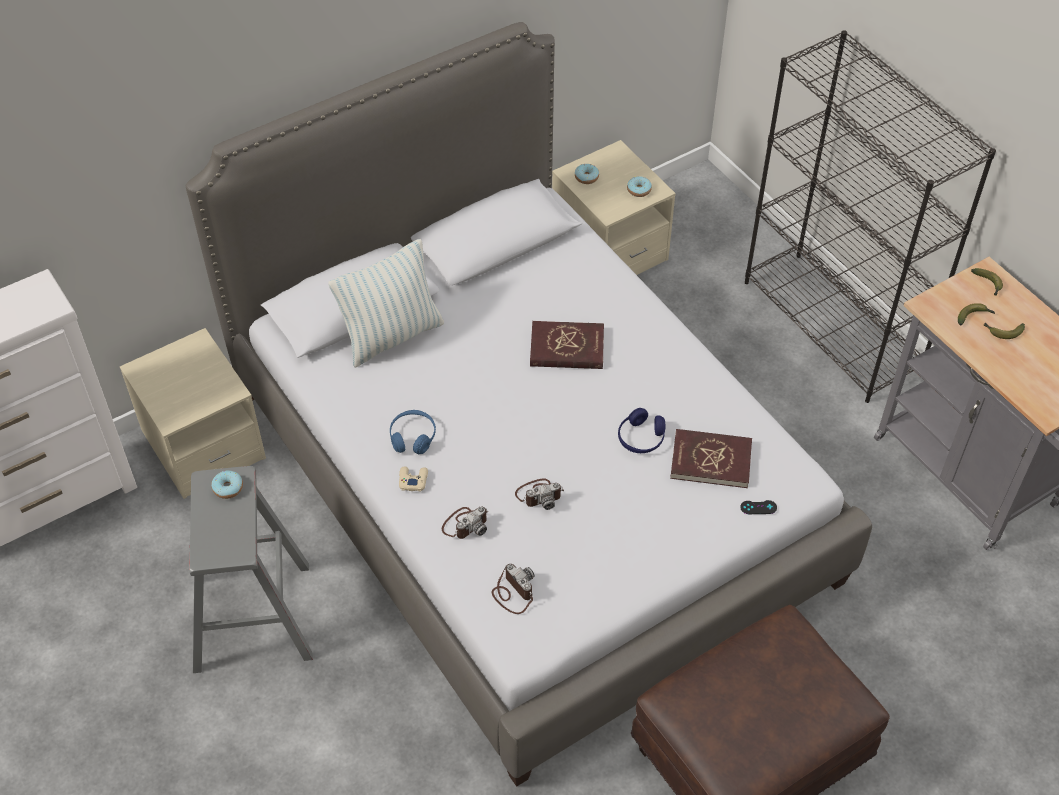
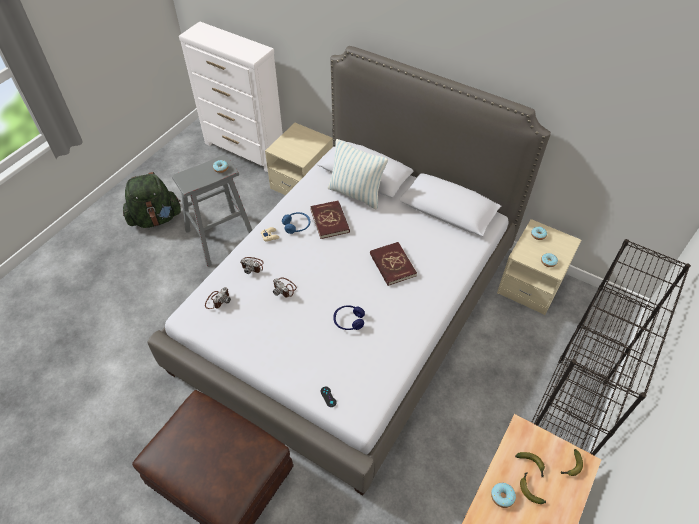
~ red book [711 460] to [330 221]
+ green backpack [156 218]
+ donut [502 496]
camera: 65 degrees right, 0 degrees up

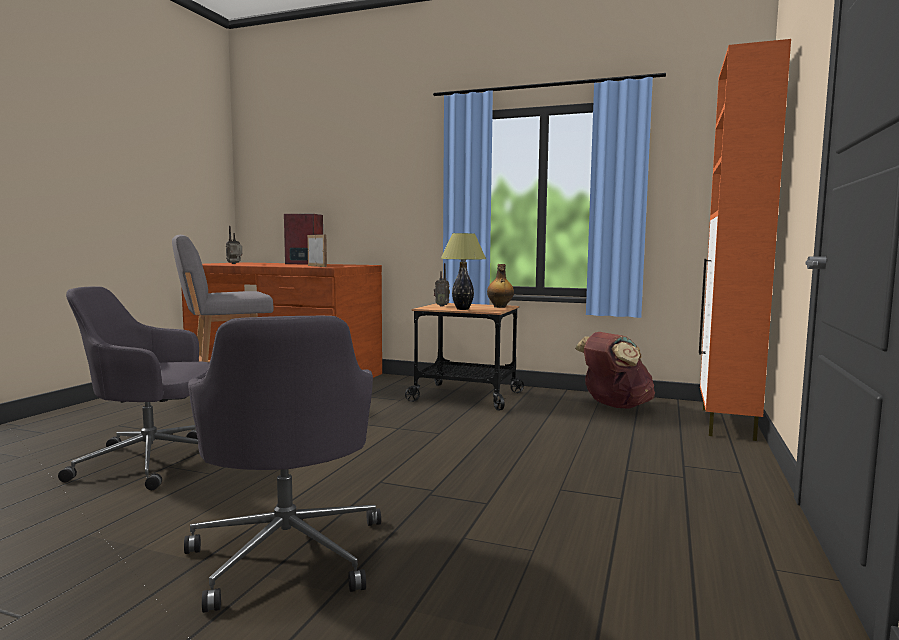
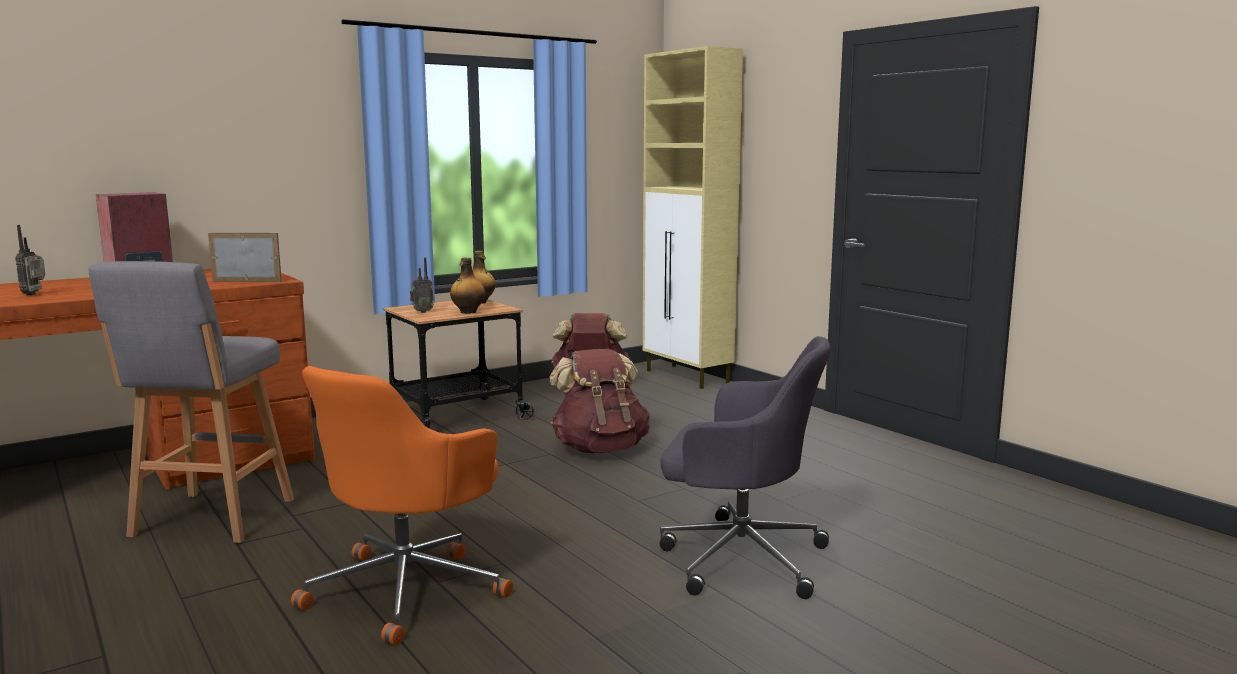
~ grey office chair [152 462] to orange office chair [408 589]
~ table lamp [462 309] to bottle [467 312]
~ orange cabinet [727 424] to beige cabinet [687 377]
+ brown backpack [600 449]
camera: 55 degrees left, 5 degrees up

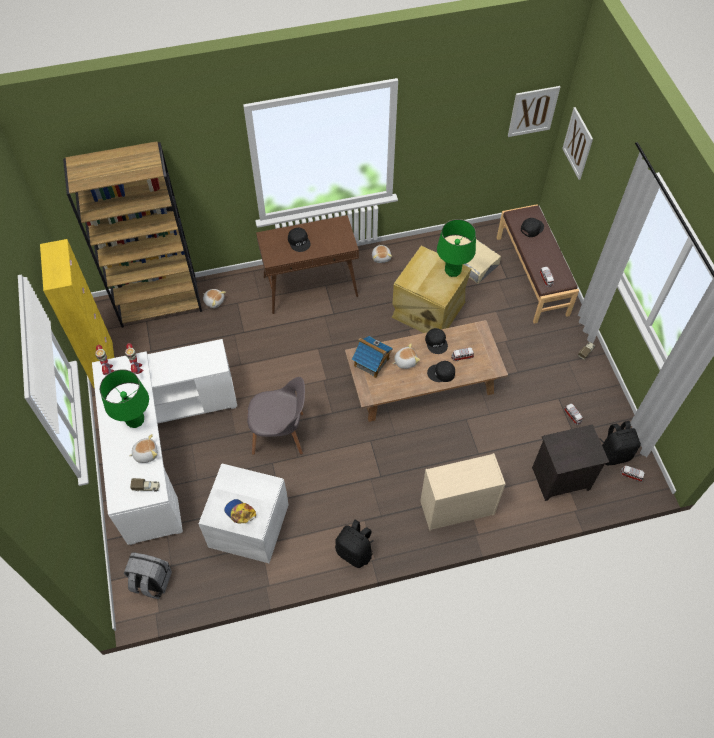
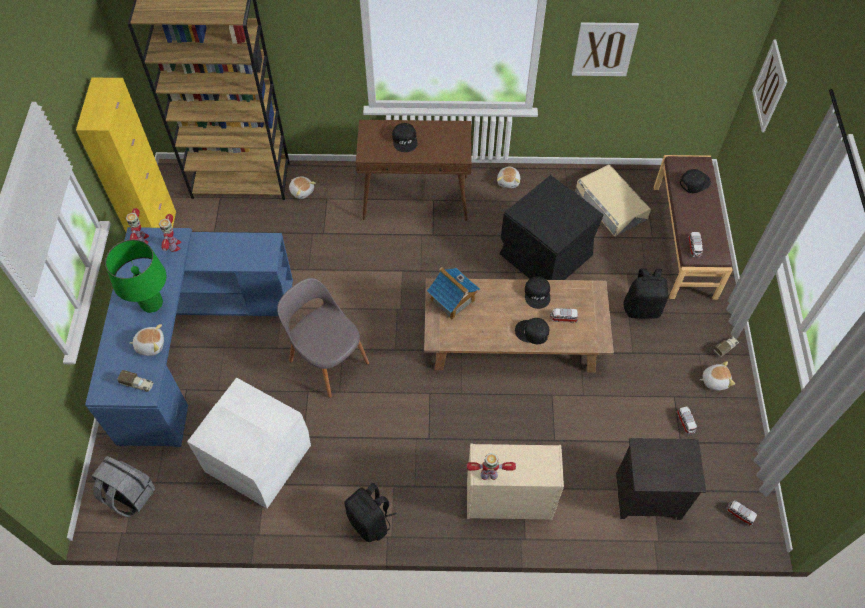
~ white desk [161 447] to blue desk [190 343]
- cap [240 512]
~ grey chair [280 434] = [327 360] 150 degrees counterclockwise
~ beige storage box [427 310] to black storage box [544 254]
~ plush toy [405 361] to [714 380]
- green table lamp [452 271]
~ picture [533 111] to [604 49]
~ black backpack [614 453] to [642 308]
+ toy robot [489 474]
camera: 15 degrees right, 0 degrees up

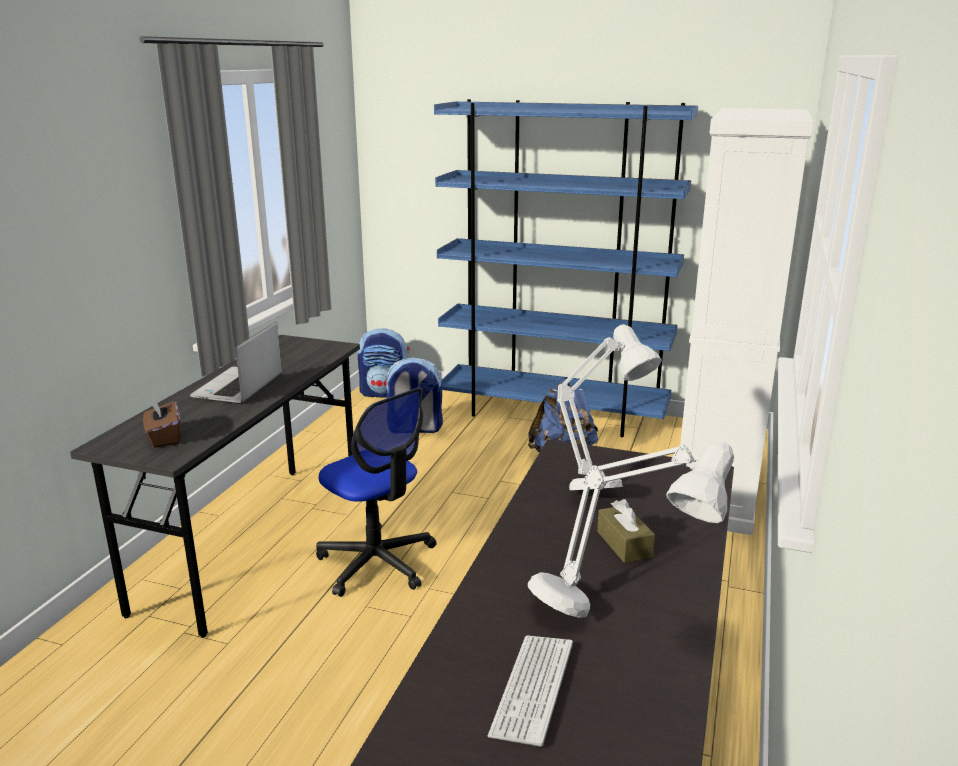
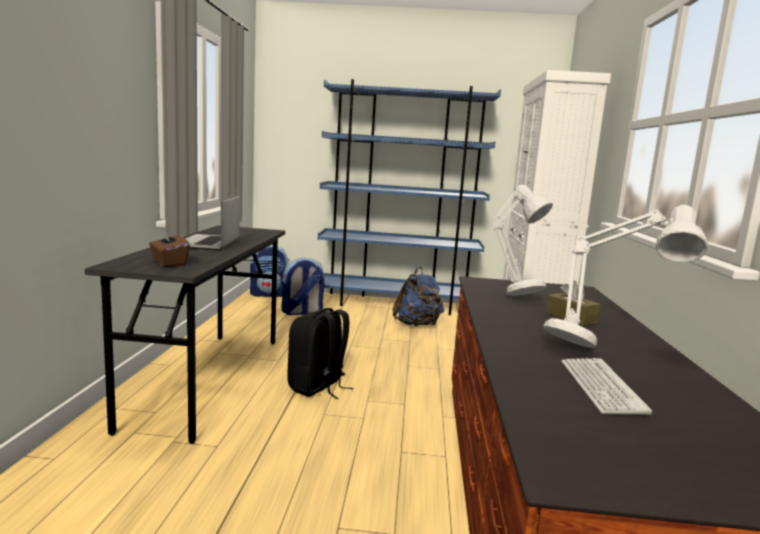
~ office chair [377 562] to black backpack [317 387]
camera: 15 degrees left, 10 degrees down

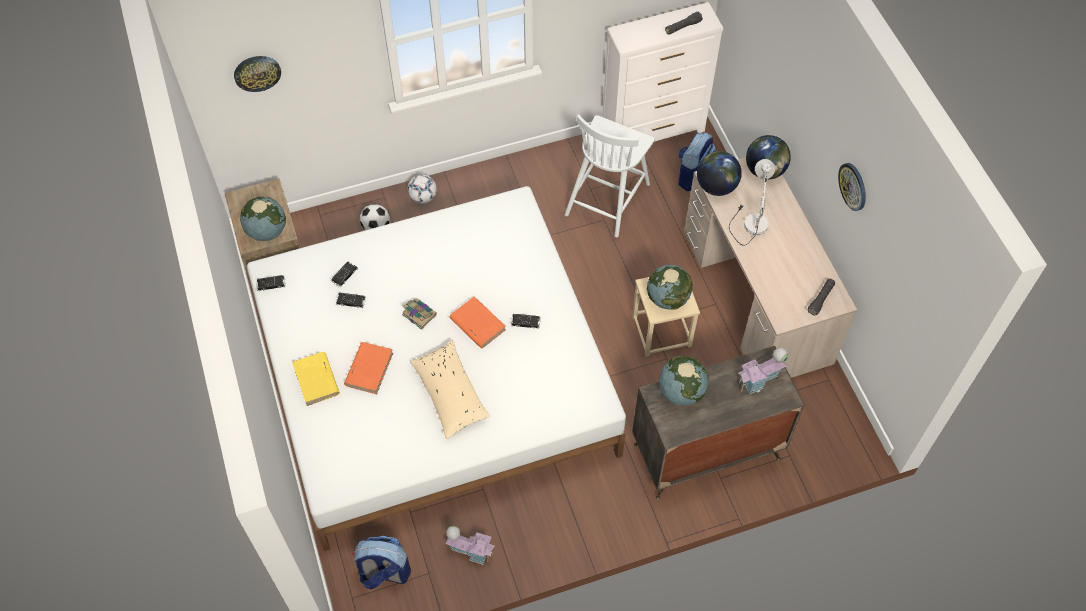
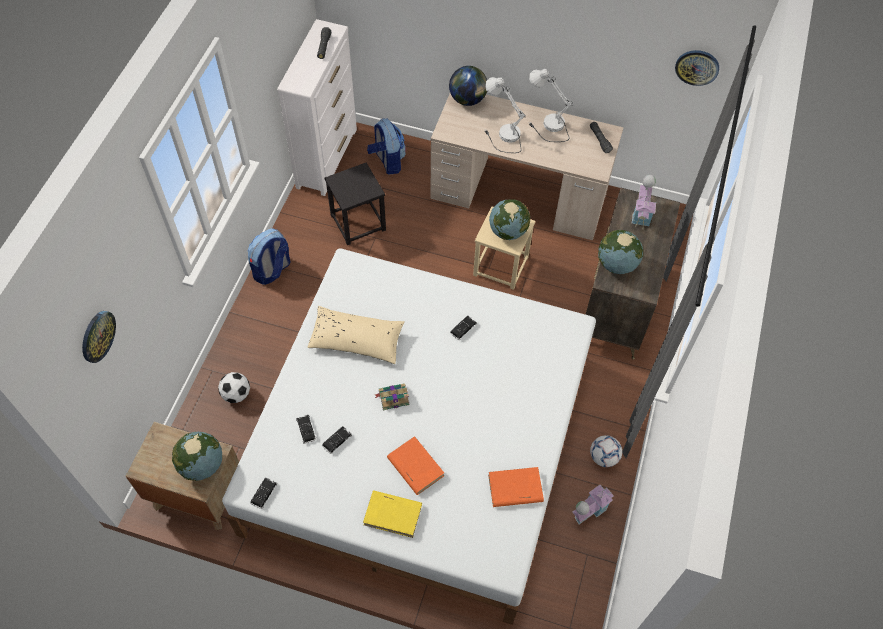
~ backpack [384 573] to [272 271]
~ football [423 197] to [603 457]
~ beige pillow [450 394] to [356 340]
~ orange book [477 324] to [514 488]
~ white chair [607 198] to black stool [358 223]
- globe [716 186]
~ wall clock [853 186] to [697 67]
+ white table lamp [547 126]
camera: 55 degrees left, 0 degrees up

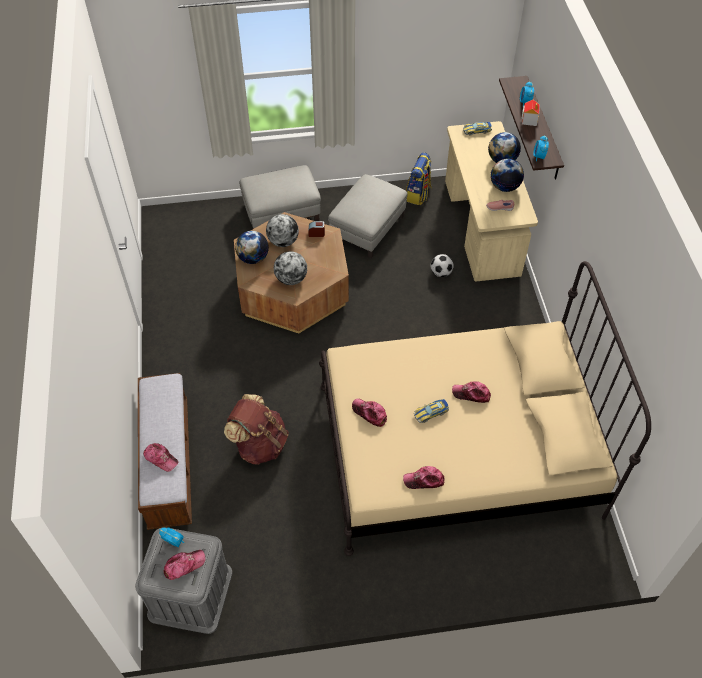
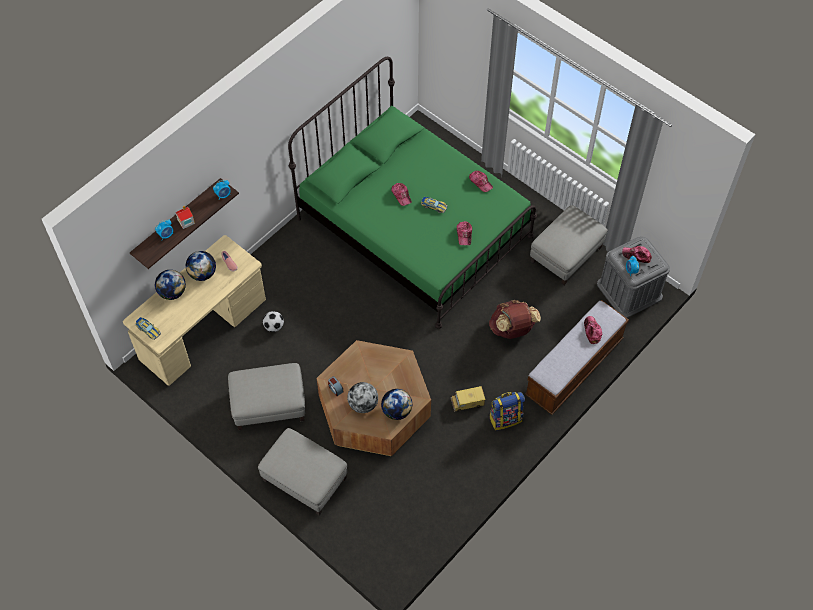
- globe [291 279]
~ beige bed [457 449] to green bed [414 227]
~ backpack [418 194] to [505 418]
+ toy truck [467 402]
+ grey ottoman [566 254]
camera: 130 degrees left, 5 degrees up

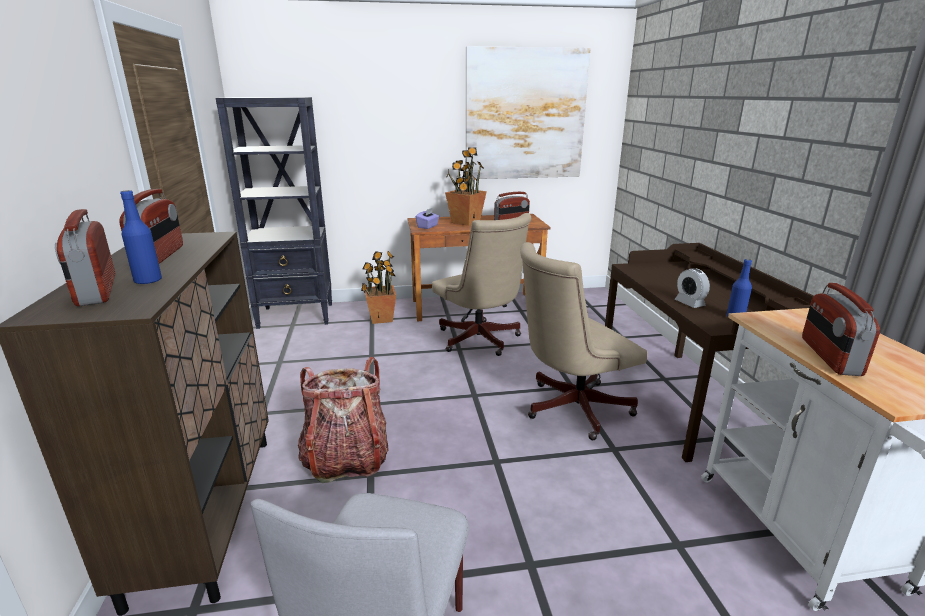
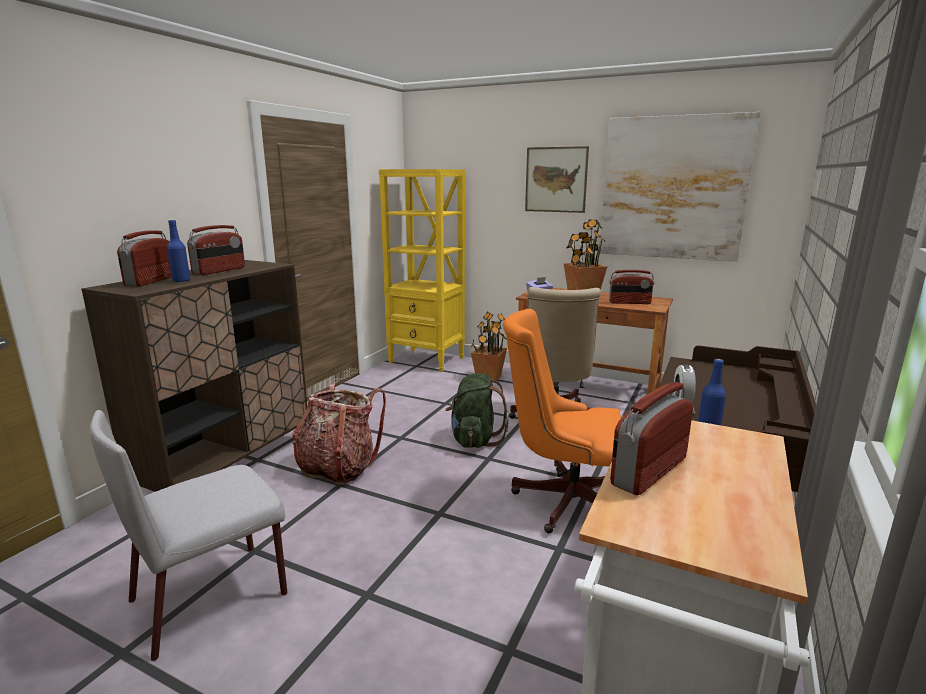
~ black bookcase [297 316] to yellow bookcase [427 360]
~ beige office chair [570 408] to orange office chair [563 500]
+ green backpack [474 440]
+ picture [556 179]
camera: 35 degrees right, 5 degrees down

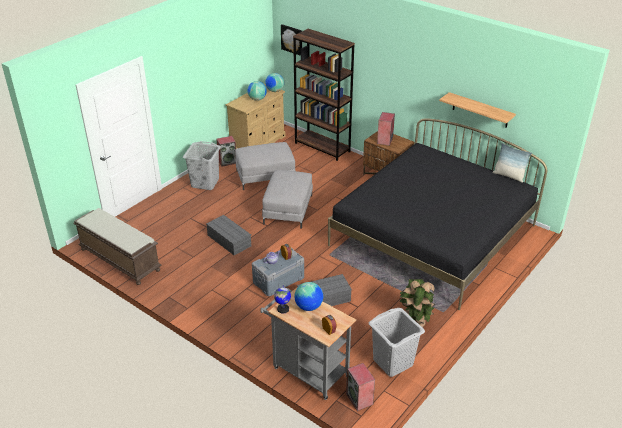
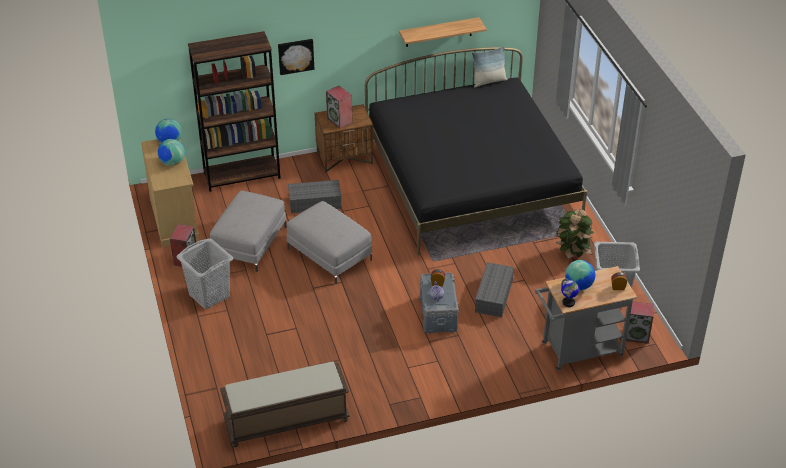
~ grey storage box [228 240] to [314 203]
~ picture [292 39] to [295 56]
camera: 55 degrees left, 5 degrees up

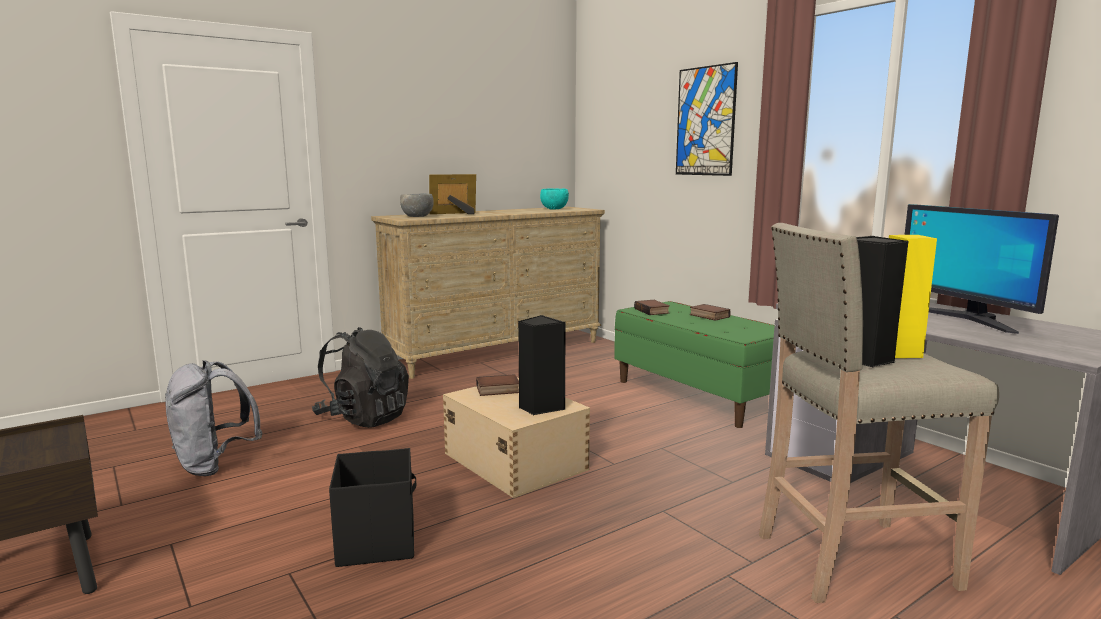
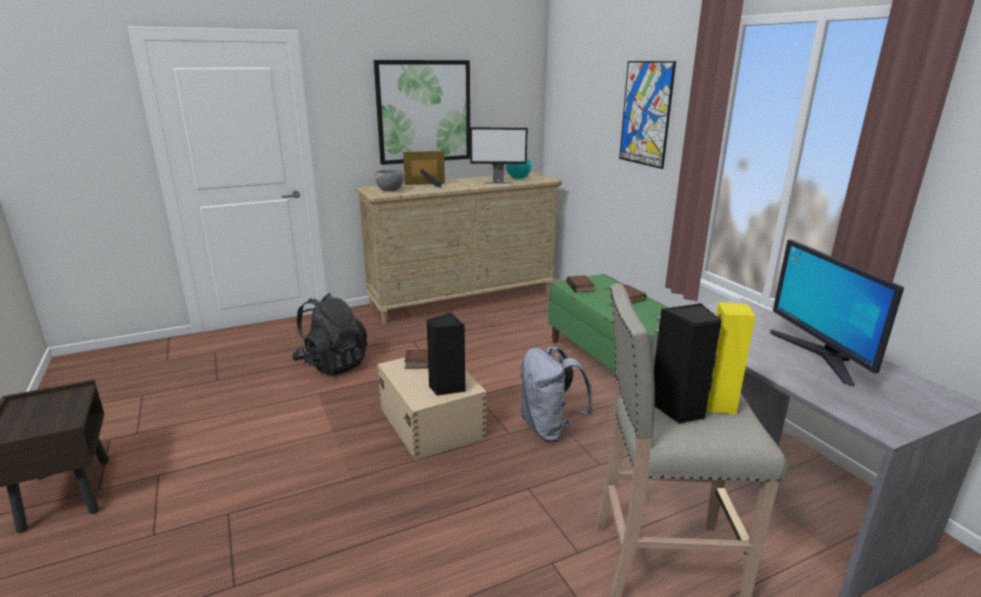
~ grey backpack [214 465] to [550 428]
- black storage box [377 541]
+ picture [424 112]
+ monitor [498 183]
camera: 10 degrees right, 10 degrees up

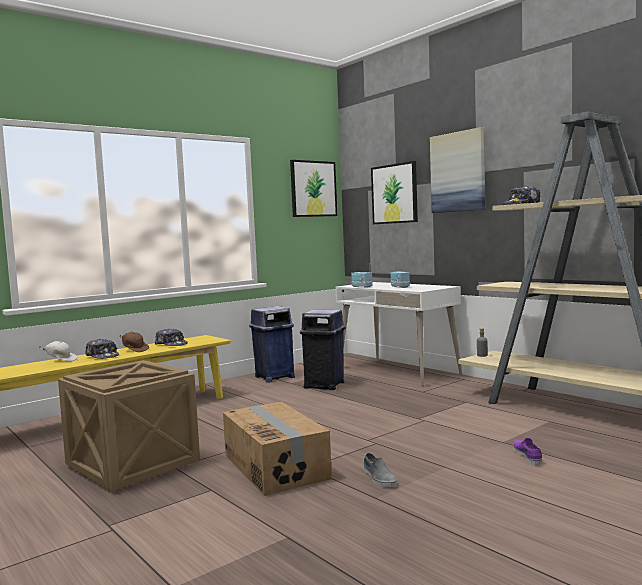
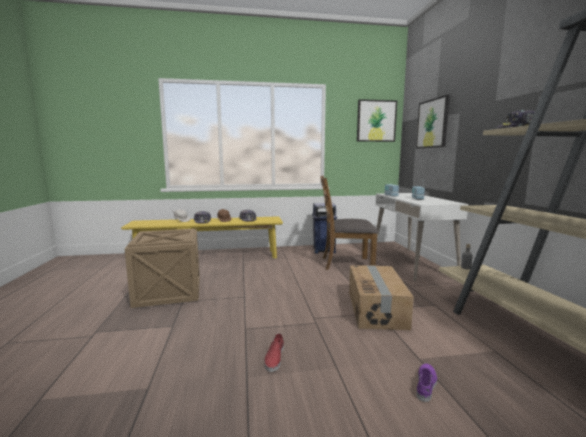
~ cardboard box [276 466] to [376 309]
~ blue trash can [325 385] to brown chair [346 263]
~ grey shoe [379 478] to red shoe [274 358]
- picture [458 172]
camera: 30 degrees right, 5 degrees up

